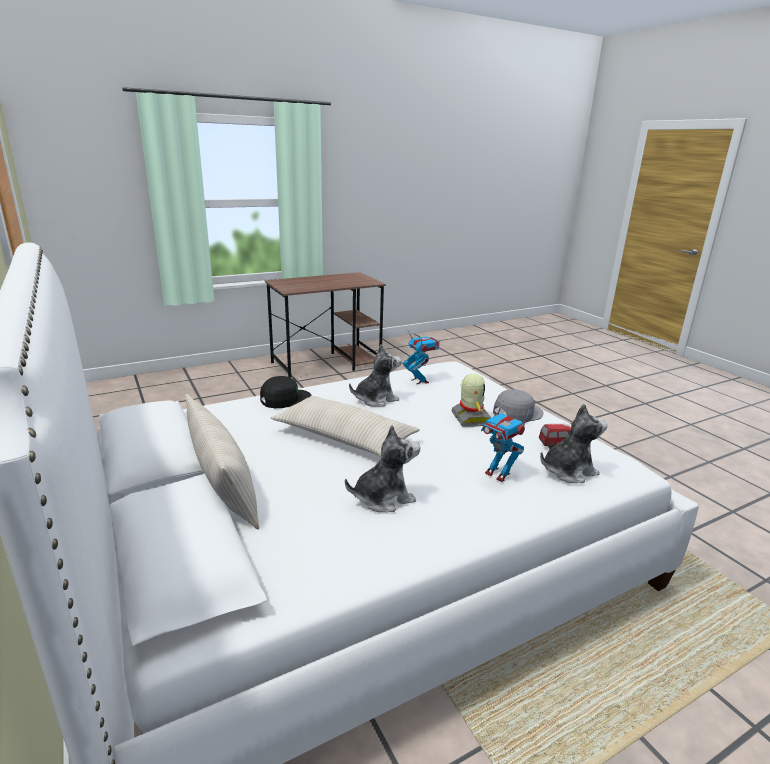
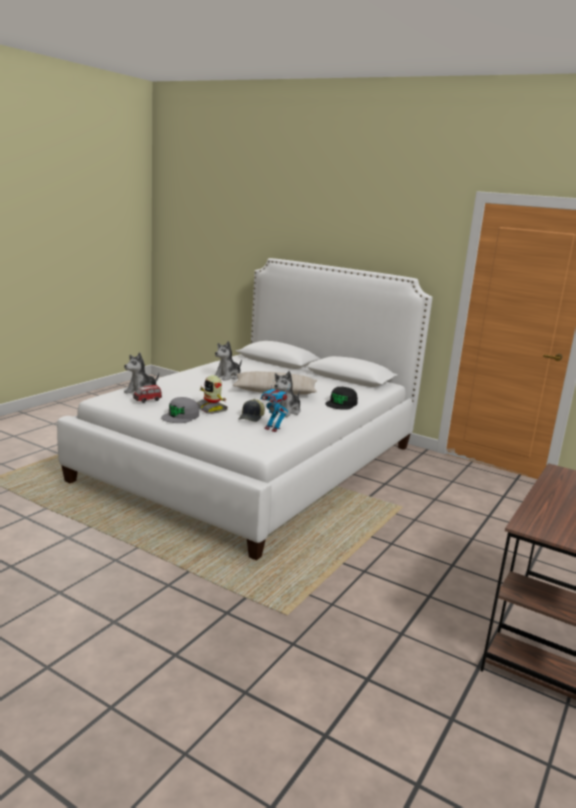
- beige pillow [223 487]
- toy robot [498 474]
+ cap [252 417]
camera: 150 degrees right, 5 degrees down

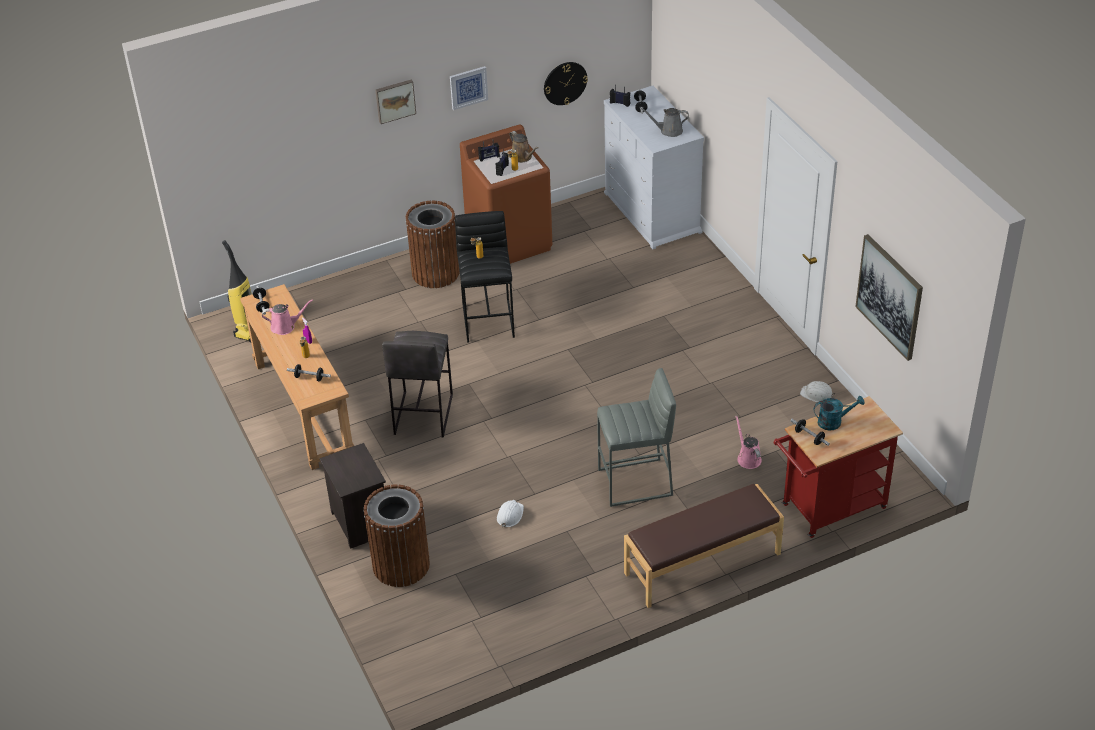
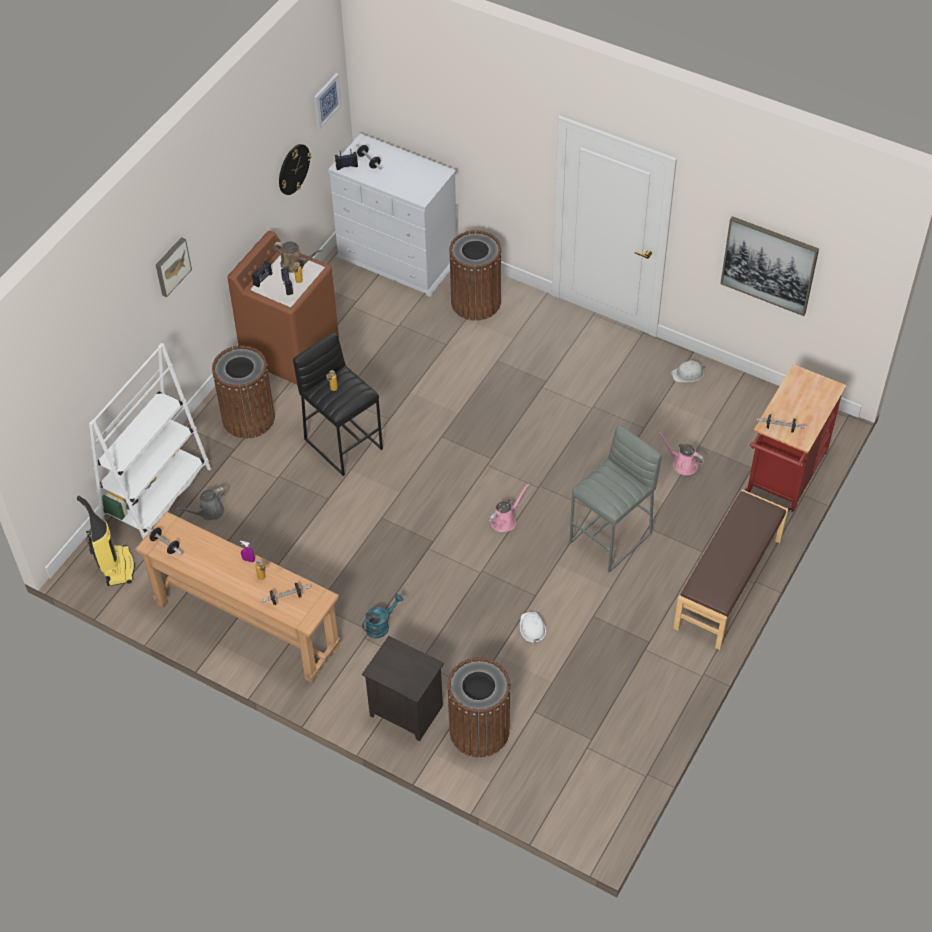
~ pink watering can [285 326] to [505 520]
- grey stool [422 414]
~ picture [468 87] to [326 100]
~ grey watering can [669 131] to [209 512]
~ turquoise watering can [834 422] to [381 625]
+ white bookcase [157 496]
+ brown trash can [476 302]
camera: 35 degrees left, 10 degrees up

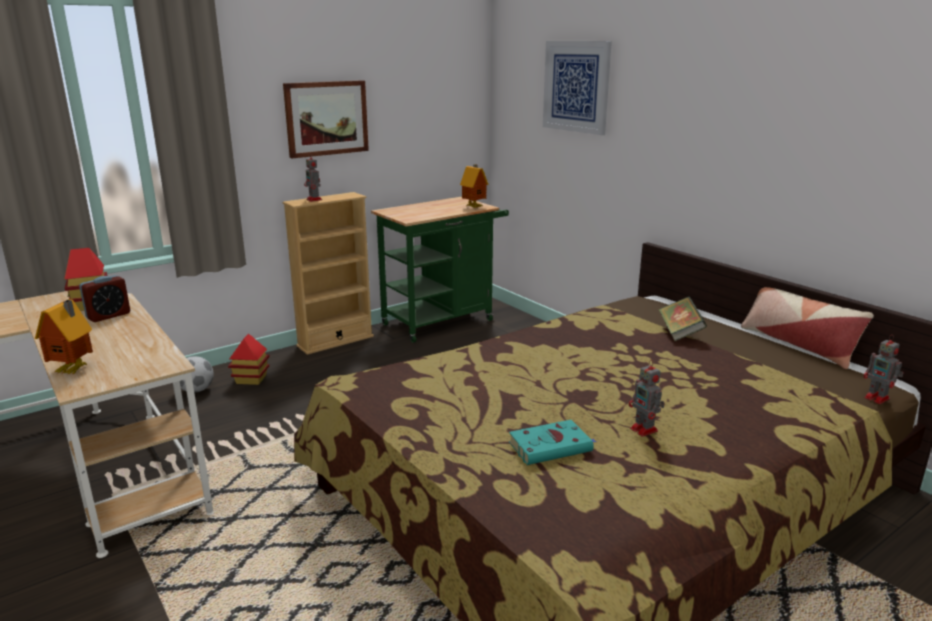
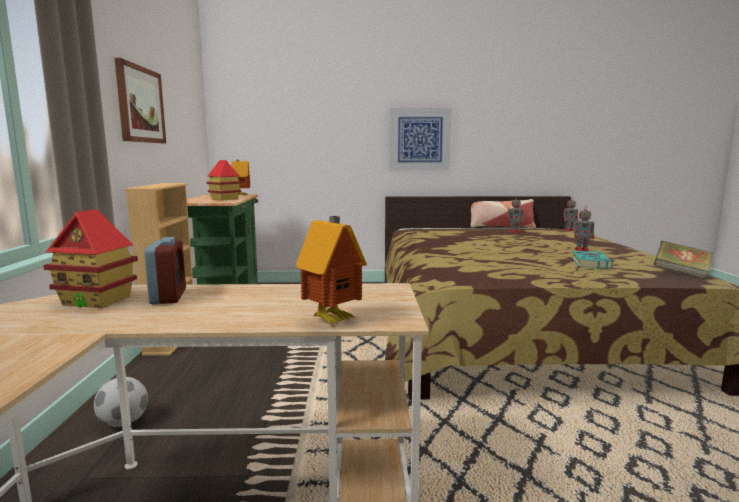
~ toy house [251 379] to [224 199]
~ toy robot [314 200] to [515 232]
~ picture [576 86] to [419 139]
~ book [679 333] to [681 273]
camera: 55 degrees left, 10 degrees down

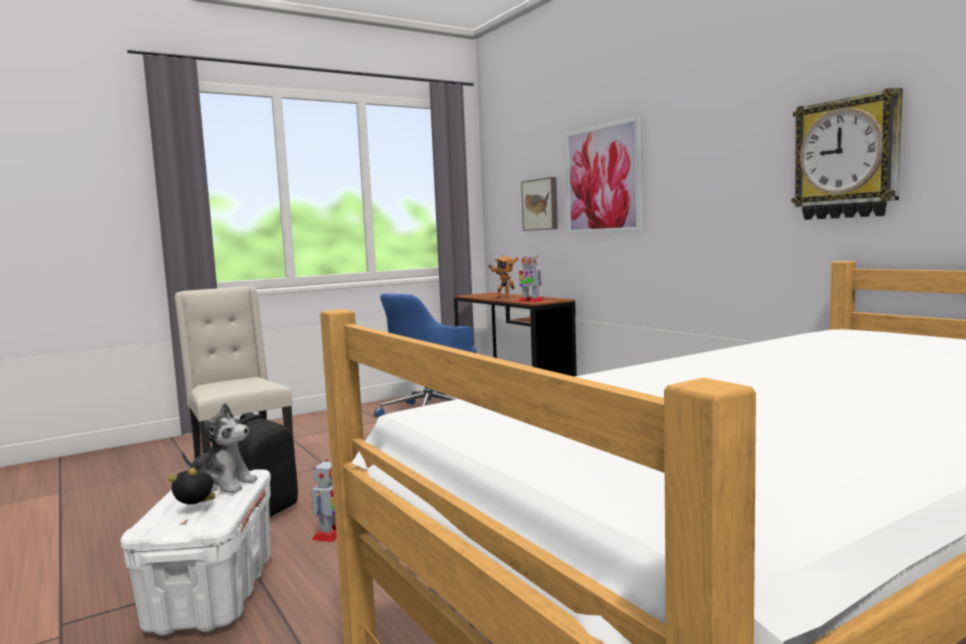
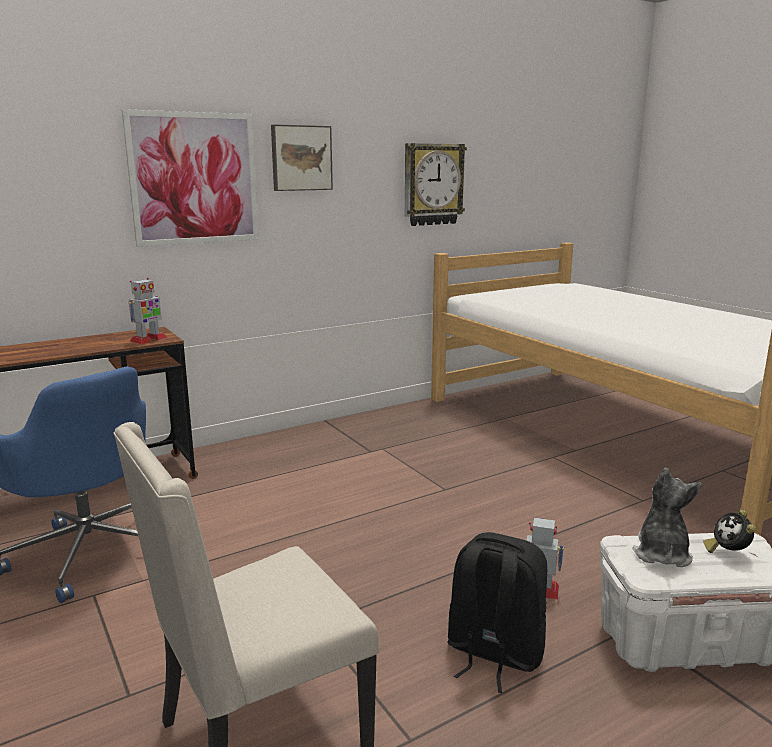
- toy robot [503 298]
~ picture [541 204] to [301 158]
camera: 90 degrees left, 10 degrees up

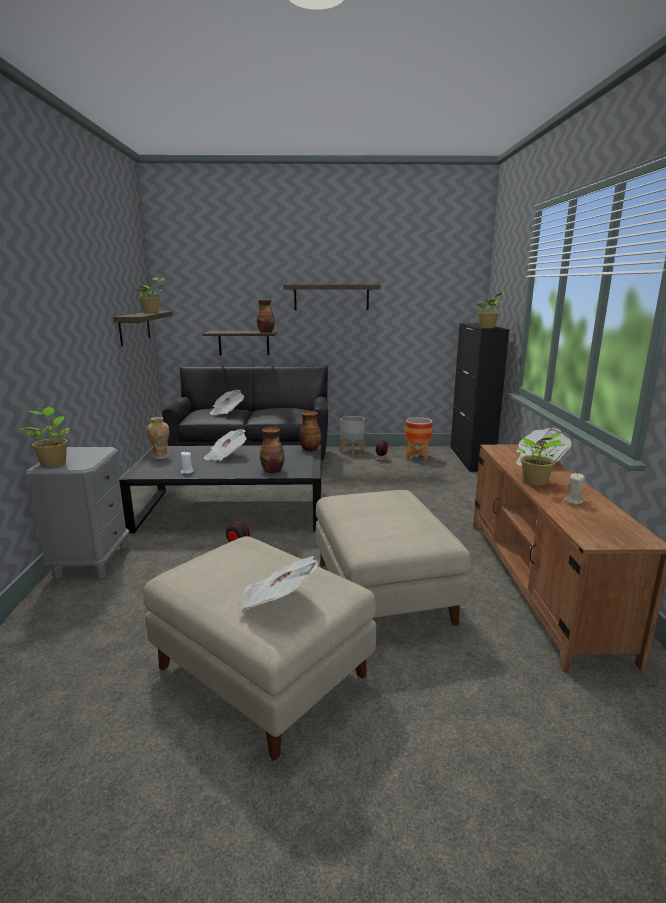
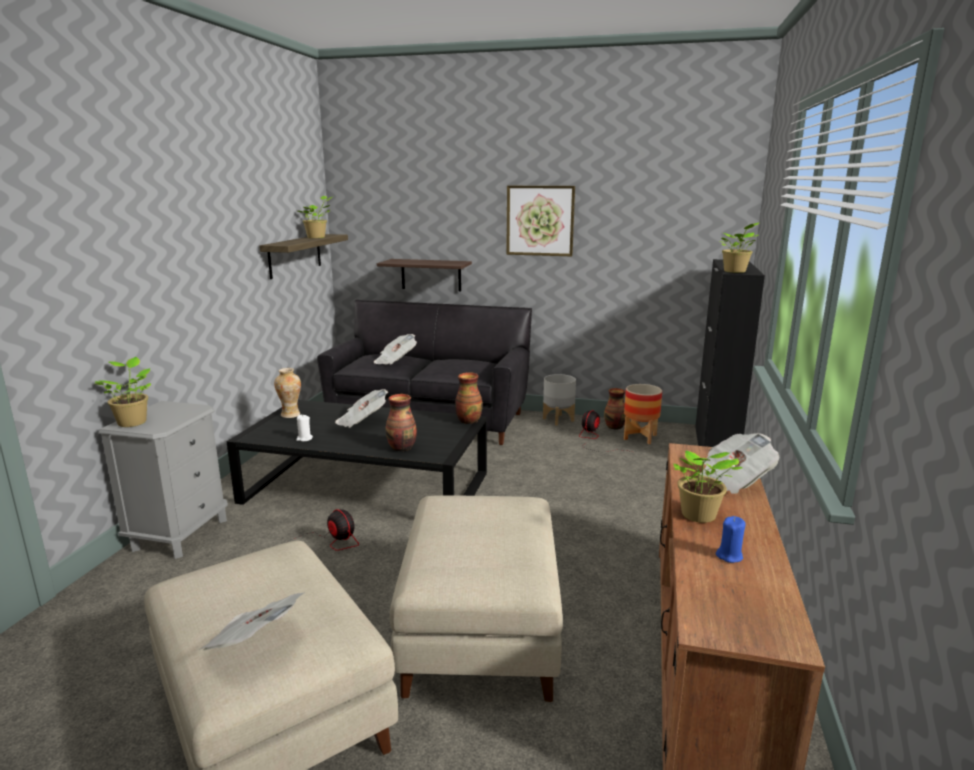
~ vase [266 332] to [615 427]
~ shelf [331 297] to picture [540 220]
~ beige candle [573 501] to blue candle [729 556]
camera: 15 degrees right, 0 degrees up

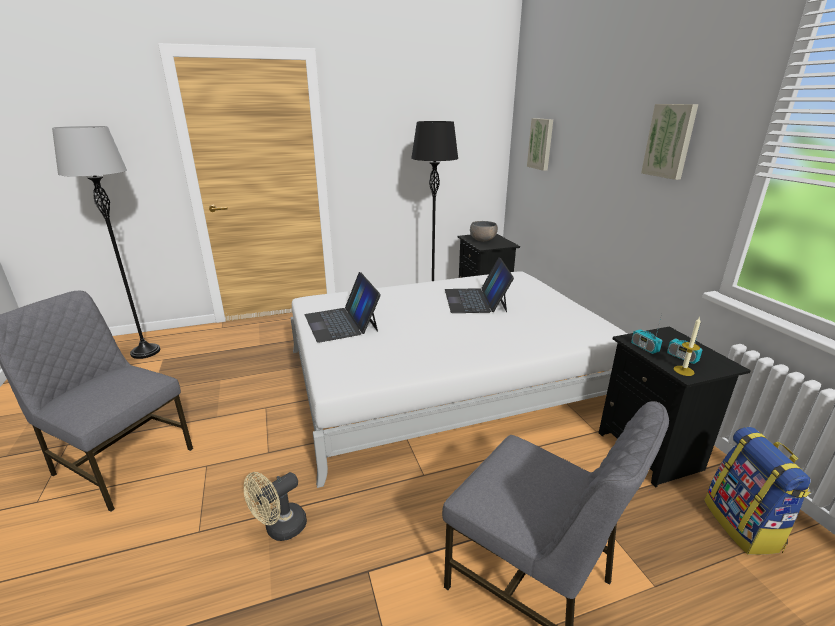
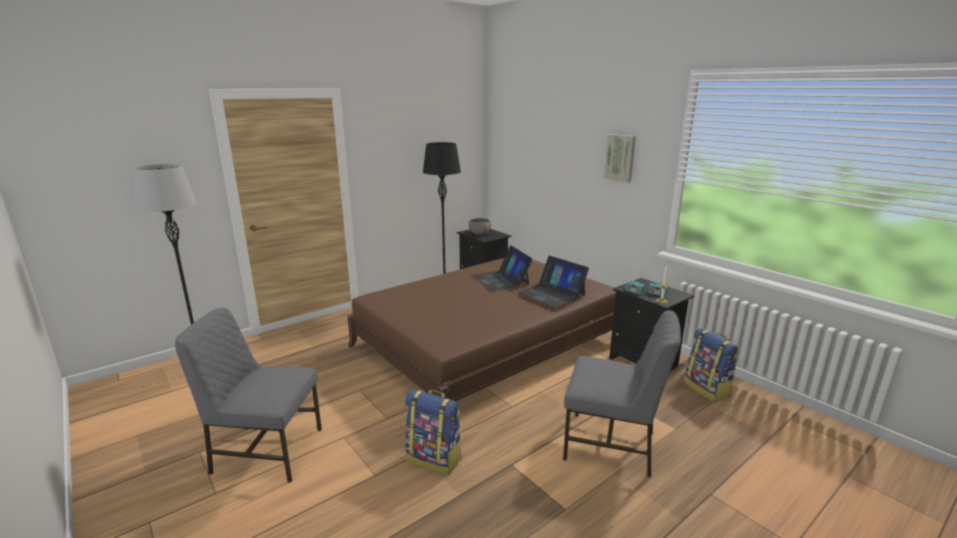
~ beige fan [280 529] to backpack [435 459]
~ white bed [445 378] to brown bed [487 344]
~ laptop [342 322] to [552 294]
- picture [541 144]
camera: 20 degrees left, 5 degrees down

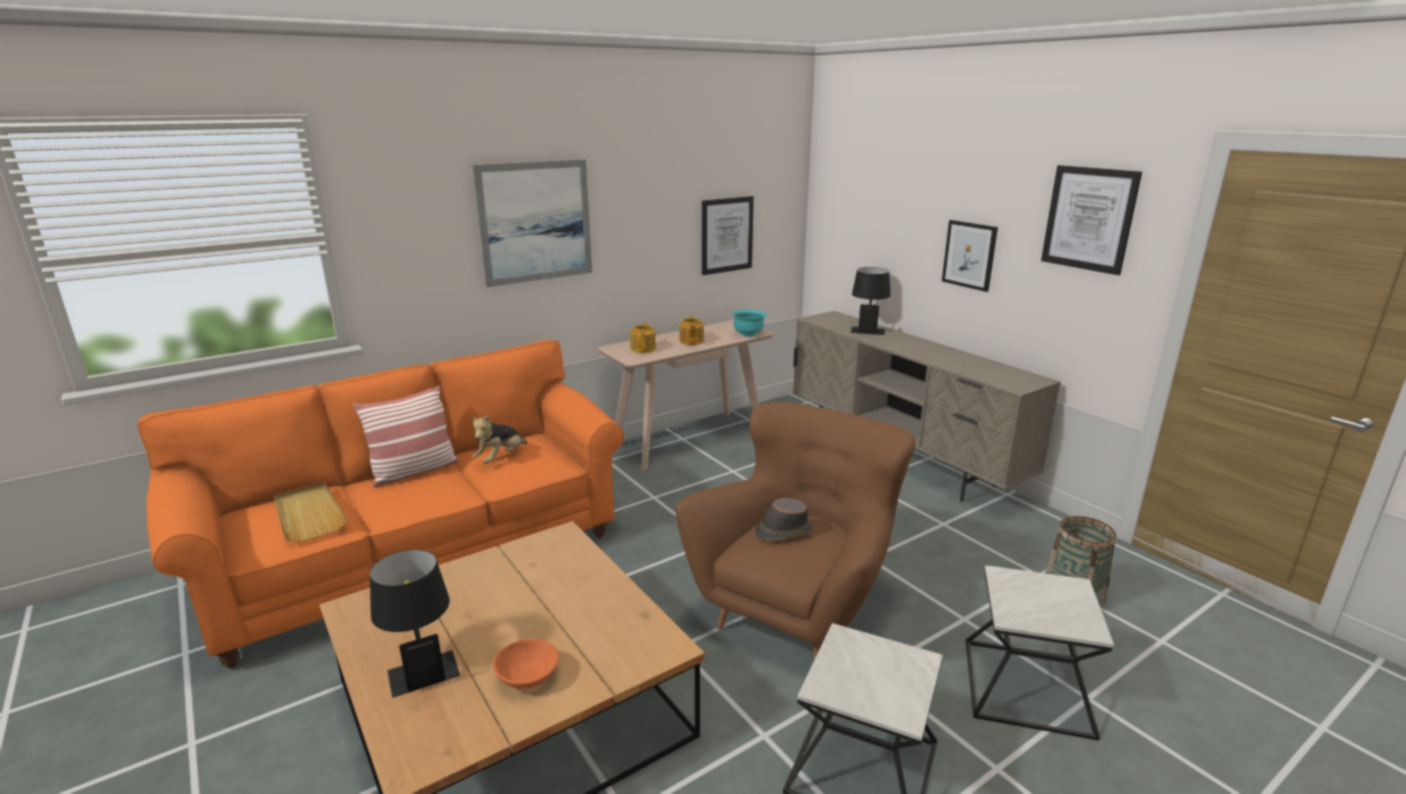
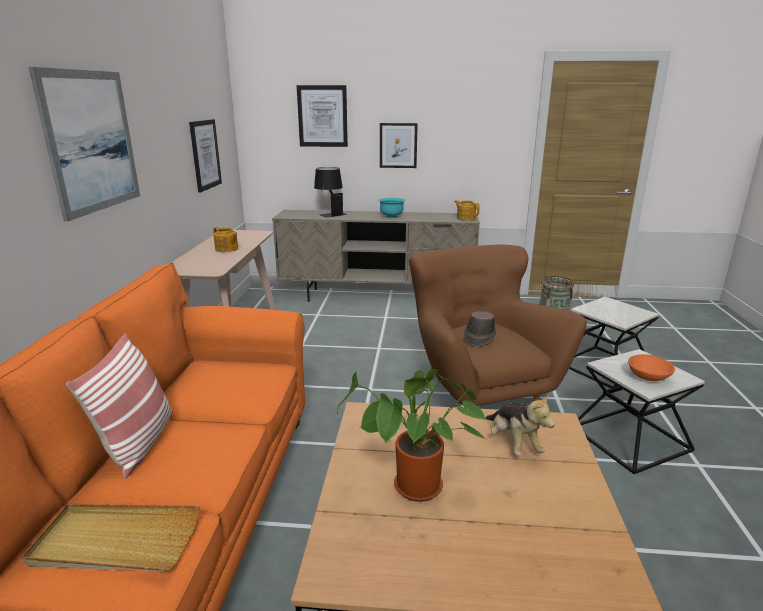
- black table lamp [420 664]
~ plush toy [500 457] to [513 443]
~ orange bowl [528 677] to [648 377]
~ teapot [643 348] to [466 218]
~ turquoise bowl [748 334] to [391 216]
~ picture [1089 219] to [322 116]
+ potted plant [415 490]
camera: 50 degrees left, 0 degrees up

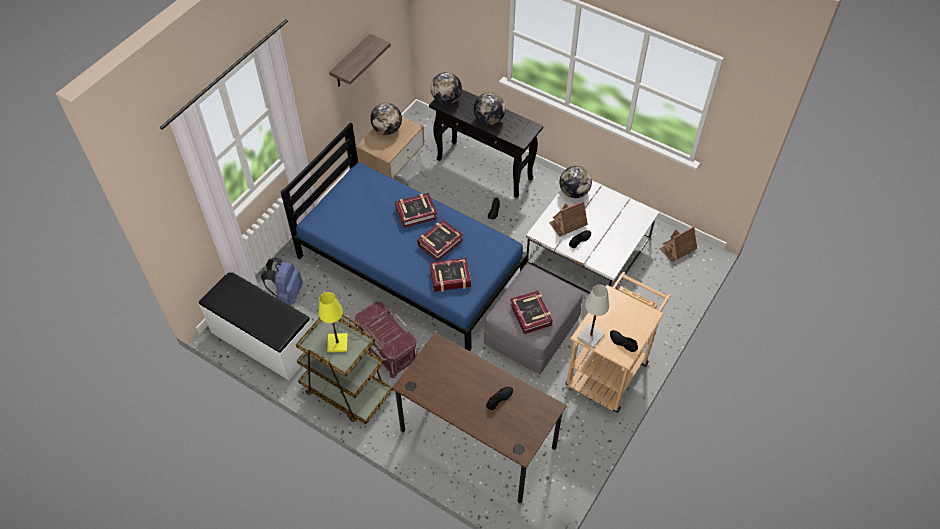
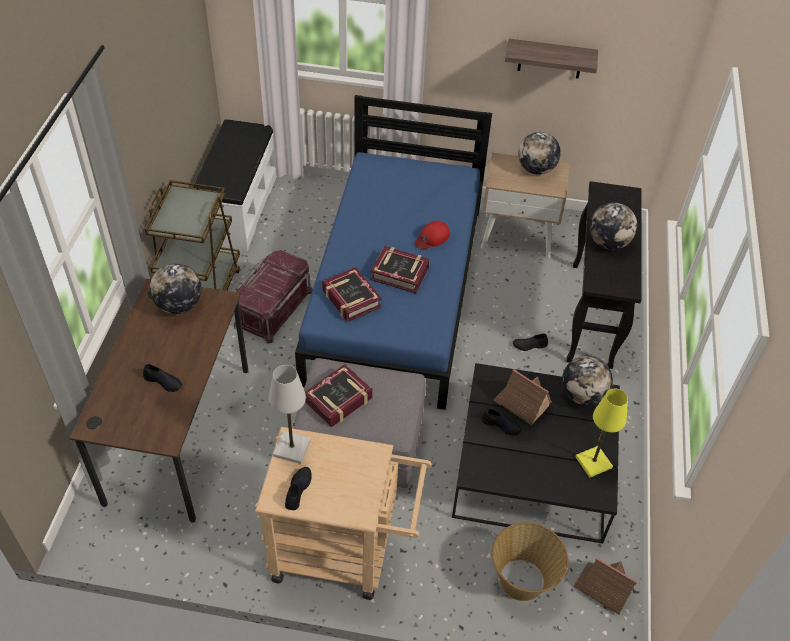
- blue backpack [287 293]
~ yellow table lamp [337 343] to [593 462]
~ book [416 212] to red cap [432 238]
~ globe [446 99] to [179 305]
~ white coffee table [587 249] to black coffee table [530 468]
+ basket [522 580]
camera: 65 degrees right, 5 degrees down

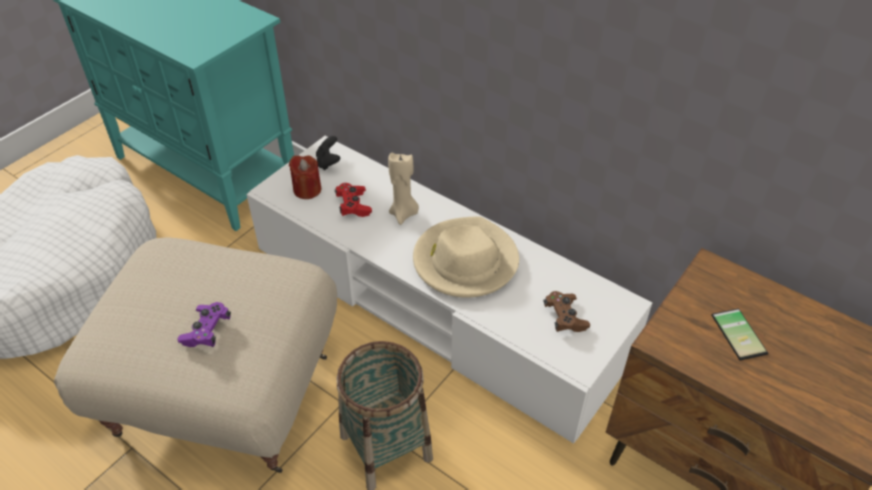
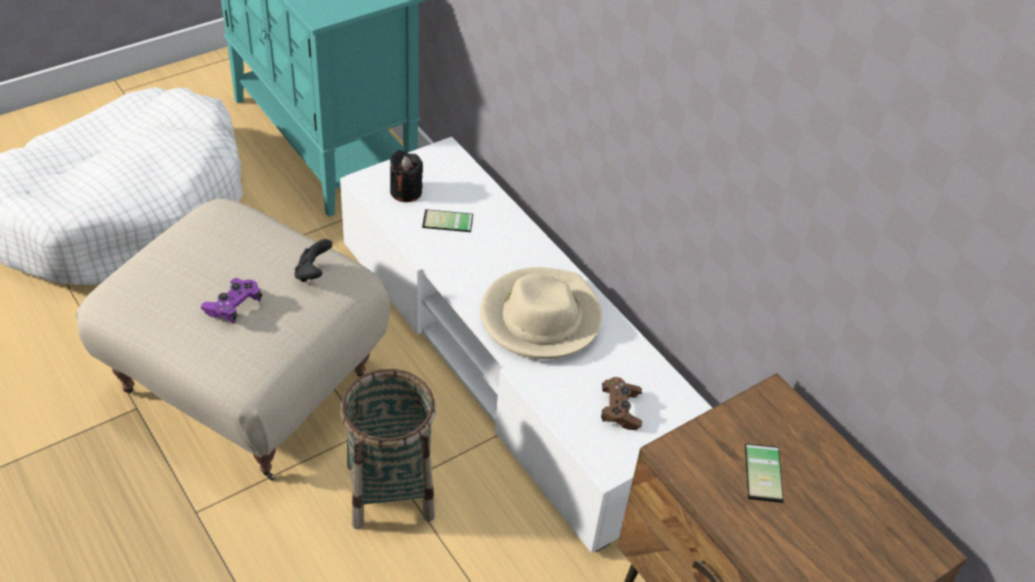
~ red candle [307 190] to black candle [406 191]
~ black game controller [328 162] to [313 272]
~ red game controller [353 206] to phone [447 223]
- beige candle [404 214]
camera: 15 degrees right, 0 degrees up

